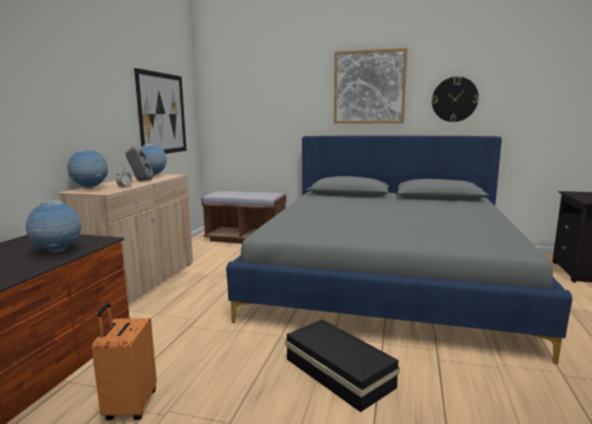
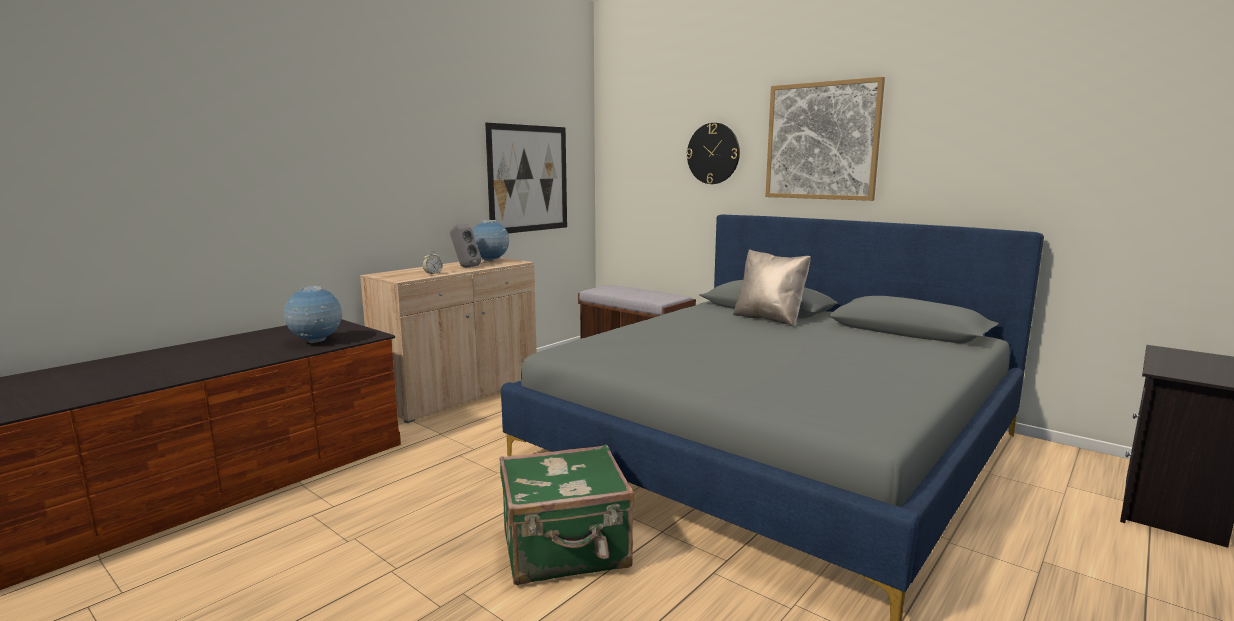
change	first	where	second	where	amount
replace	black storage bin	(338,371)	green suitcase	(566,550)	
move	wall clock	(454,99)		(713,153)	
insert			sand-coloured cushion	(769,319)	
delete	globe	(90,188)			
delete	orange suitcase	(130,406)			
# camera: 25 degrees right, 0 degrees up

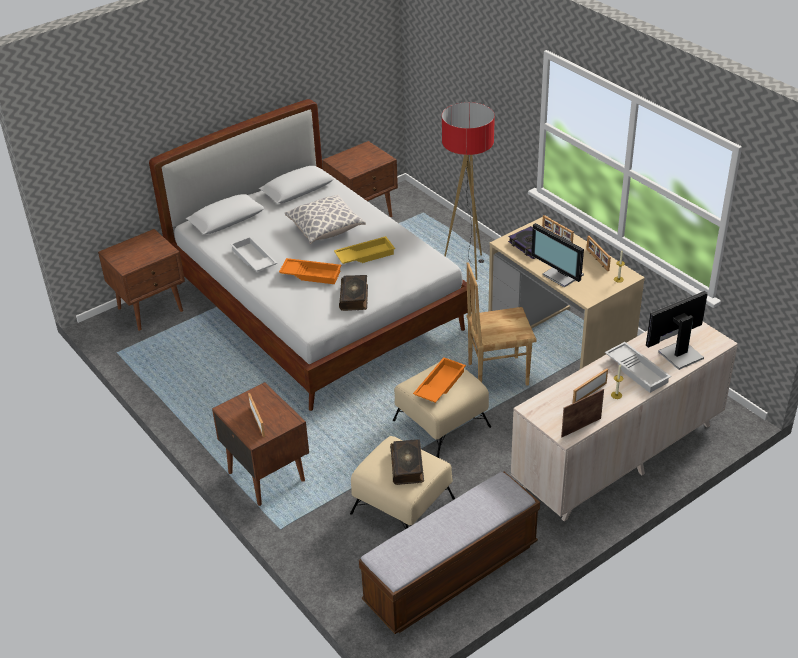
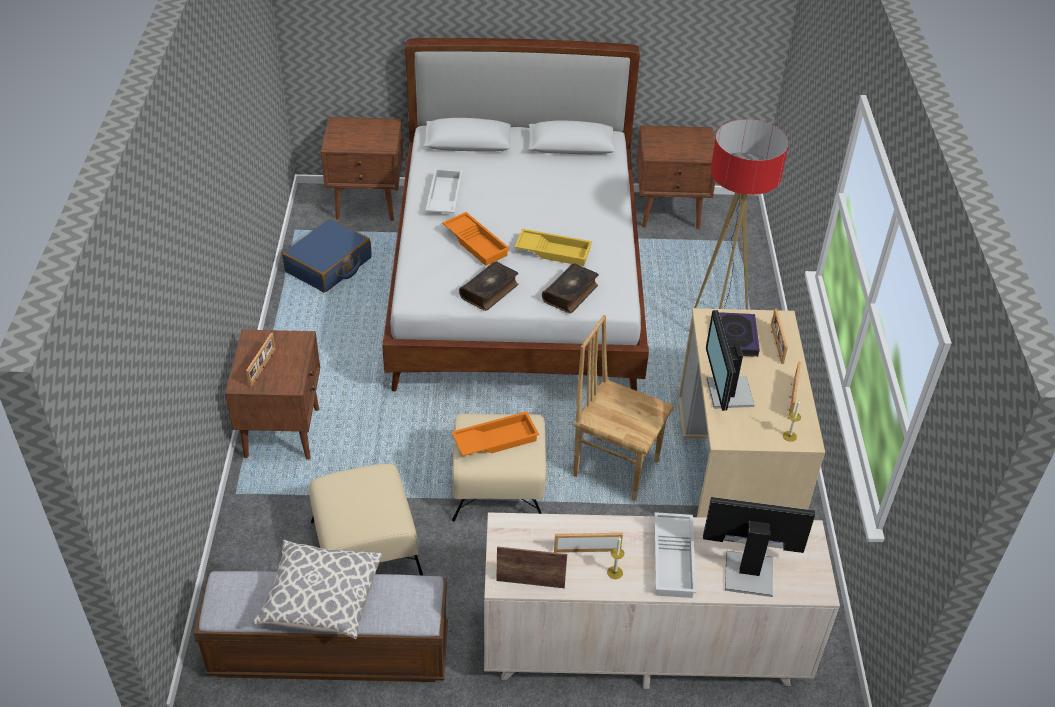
change	first	where	second	where	amount
move	cushion	(325,229)		(320,601)	
insert			blue suitcase	(329,265)	
move	book	(407,466)		(571,294)	
# camera: 35 degrees right, 5 degrees up

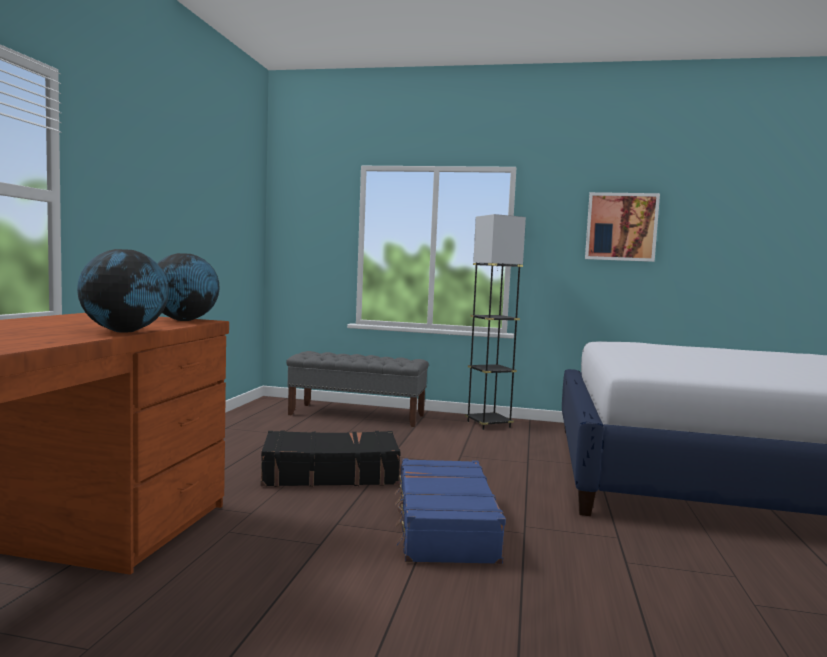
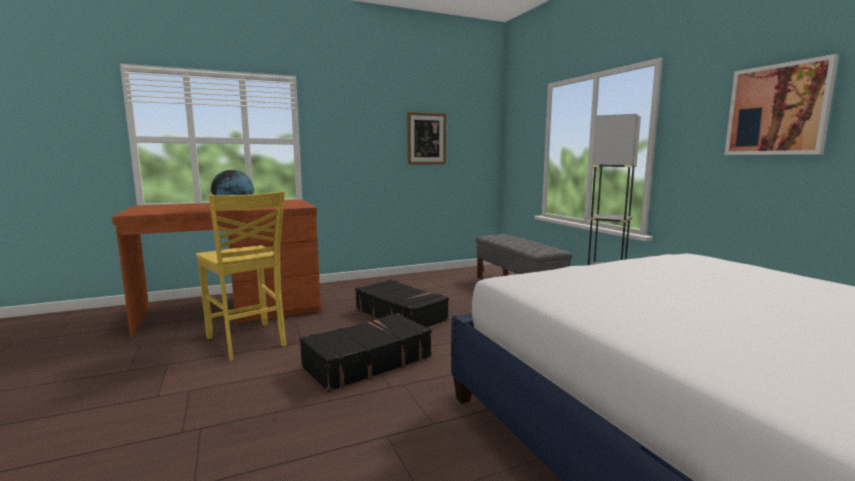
change	first	where	second	where	amount
insert			yellowish plain chair	(247,342)	
recolor	blue suitcase	(444,526)	black suitcase	(367,361)	
insert			wall art	(426,138)	
delete	globe	(184,320)			
# camera: 55 degrees right, 5 degrees up

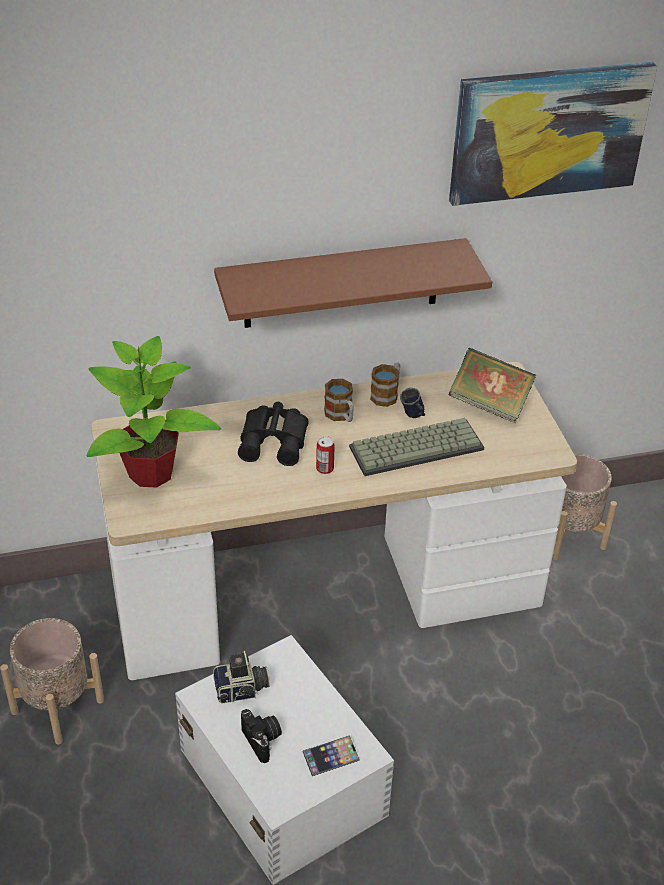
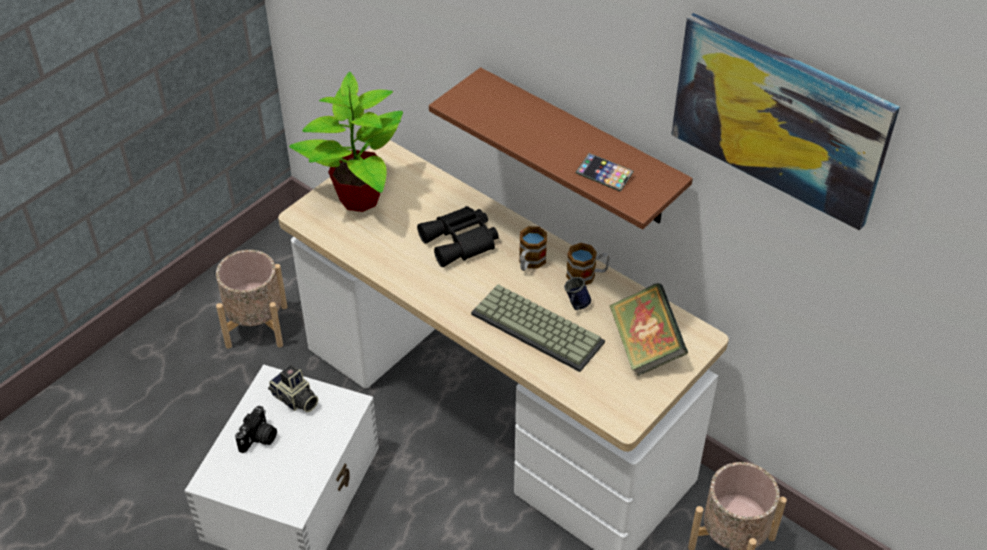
change	first	where	second	where	amount
move	phone	(331,758)		(604,175)	
delete	can	(325,469)			
# camera: 55 degrees right, 5 degrees up

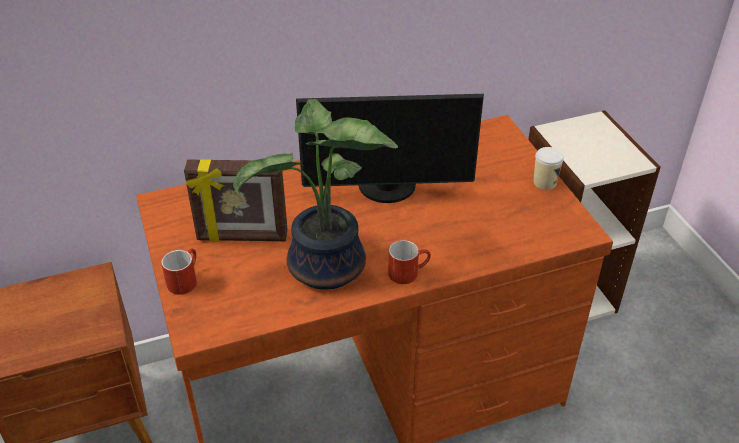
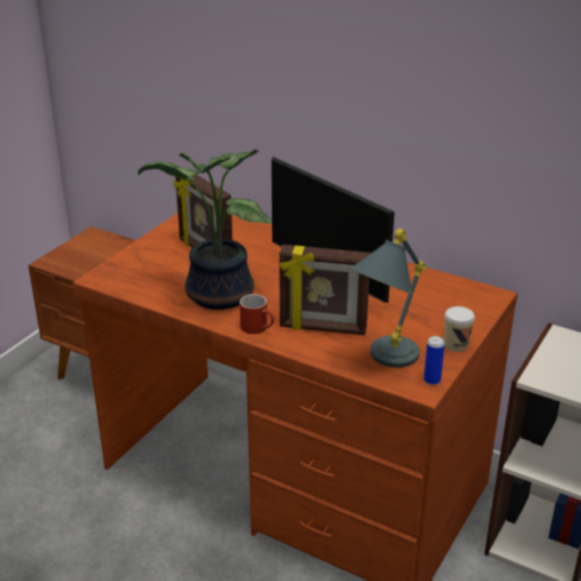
change	first	where	second	where	amount
insert			photo frame	(323,328)	
insert			gray table lamp	(383,361)	
insert			can	(432,380)	
delete	reddish coffee mug	(184,279)			
# camera: 50 degrees right, 10 degrees down

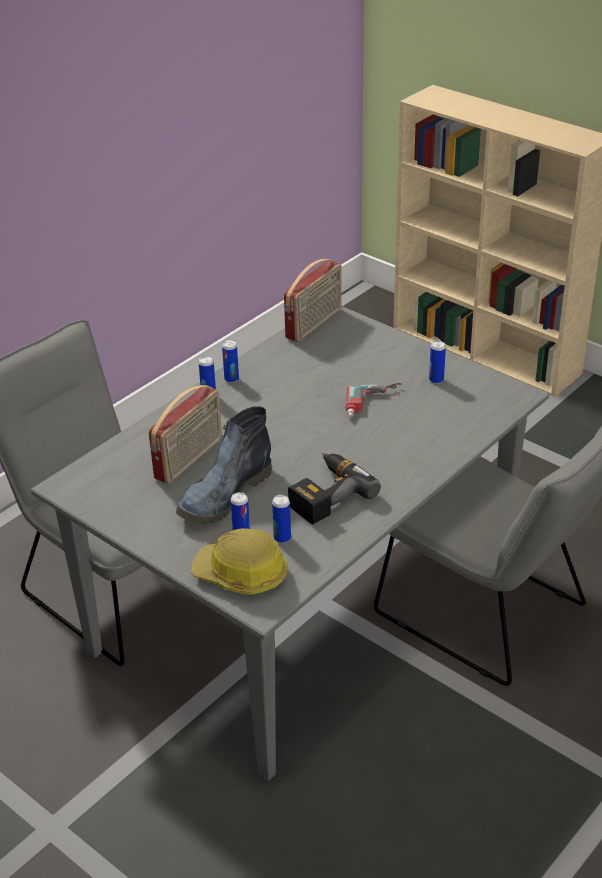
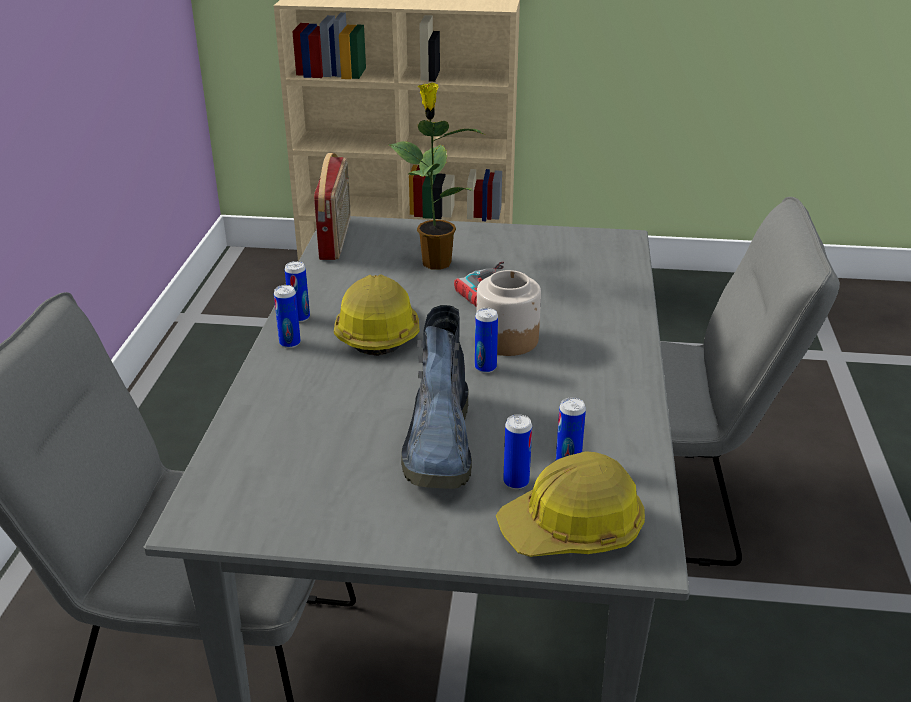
change	first	where	second	where	amount
insert			work helmet	(377,331)	
insert			houseplant	(435,262)	
move	can	(436,380)		(485,368)	
insert			storage jar	(507,339)	
delete	radio set	(190,459)			
delete	power drill	(325,494)			
# camera: 35 degrees left, 5 degrees down

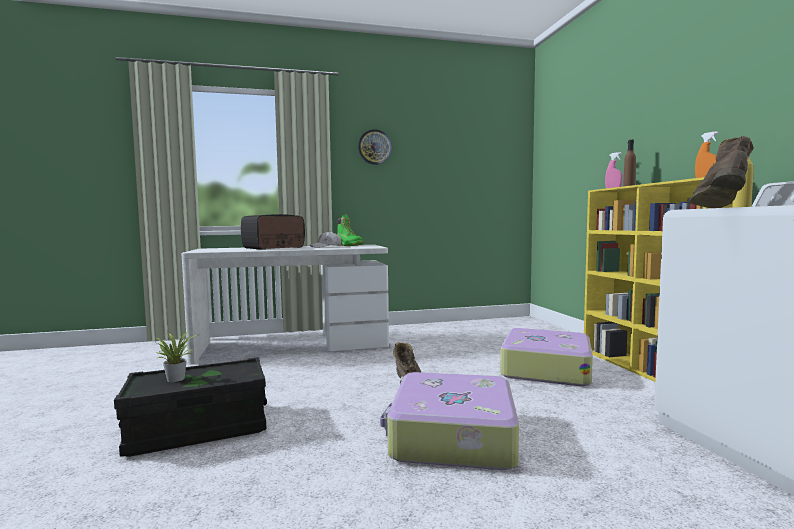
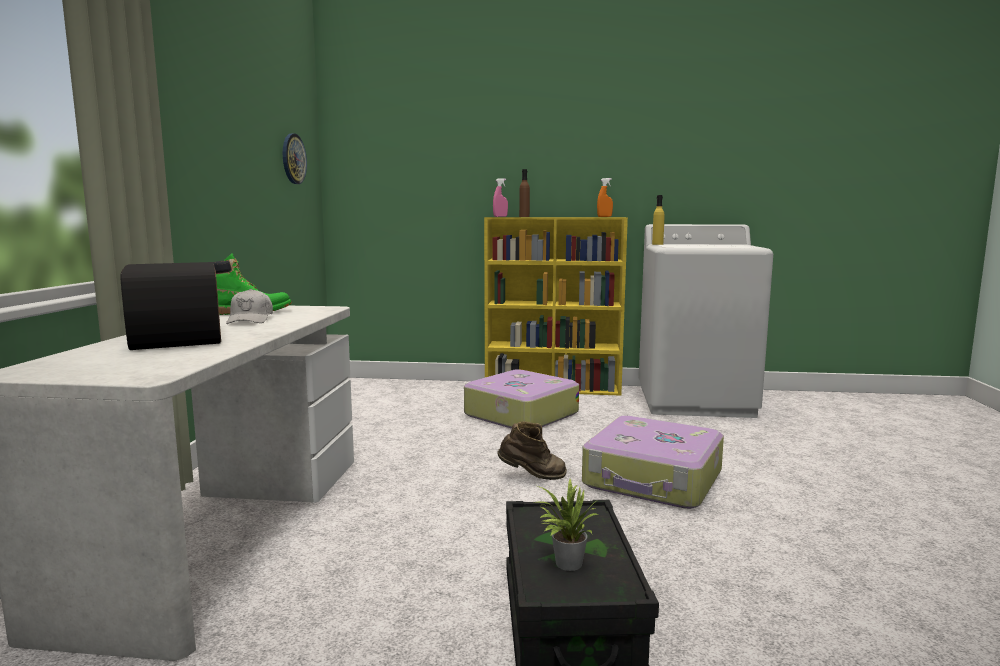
change	first	where	second	where	amount
move	wall clock	(374,147)		(293,159)	
delete	brownish boot	(718,207)			
# camera: 70 degrees left, 5 degrees up

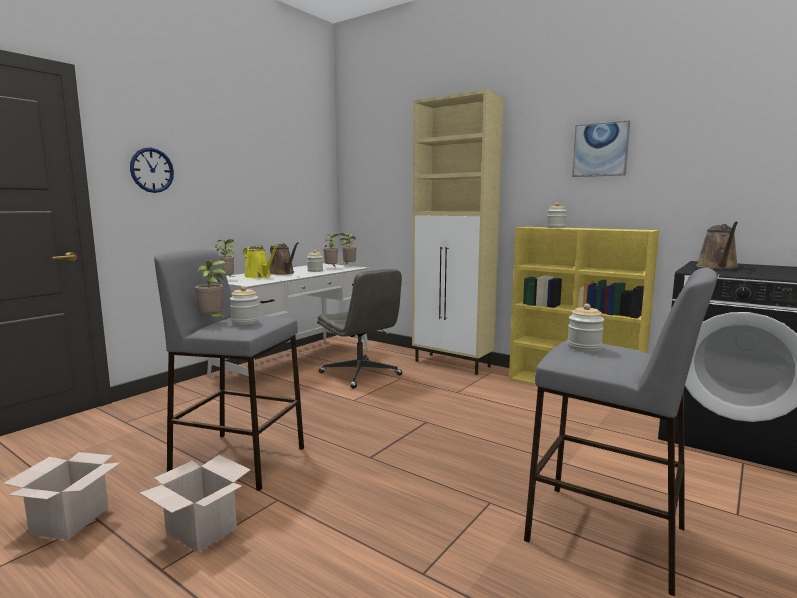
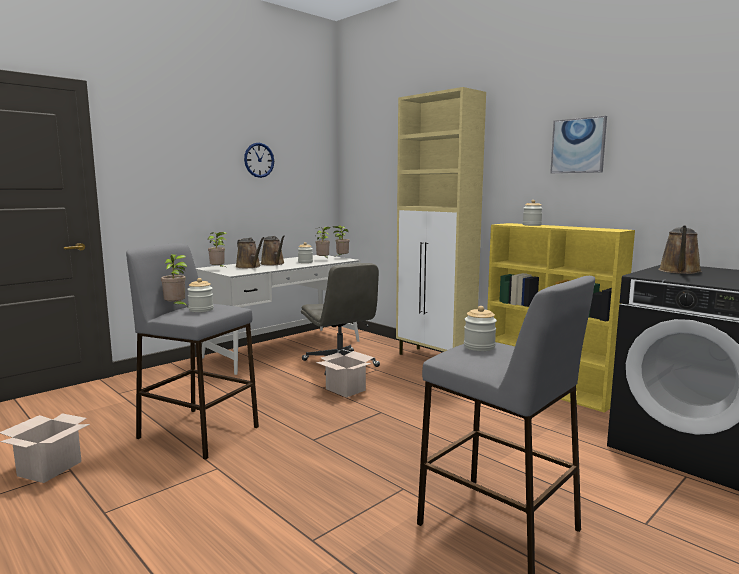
change	first	where	second	where	amount
recolor	yellowish watering can	(259,276)	brownish watering can	(249,266)	
move	wall clock	(152,170)		(259,160)	
move	packing box	(199,530)		(344,389)	
# camera: 10 degrees right, 0 degrees up

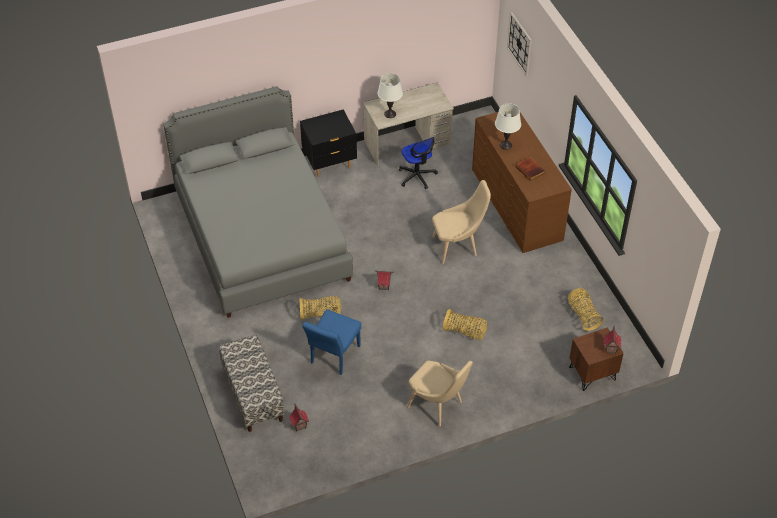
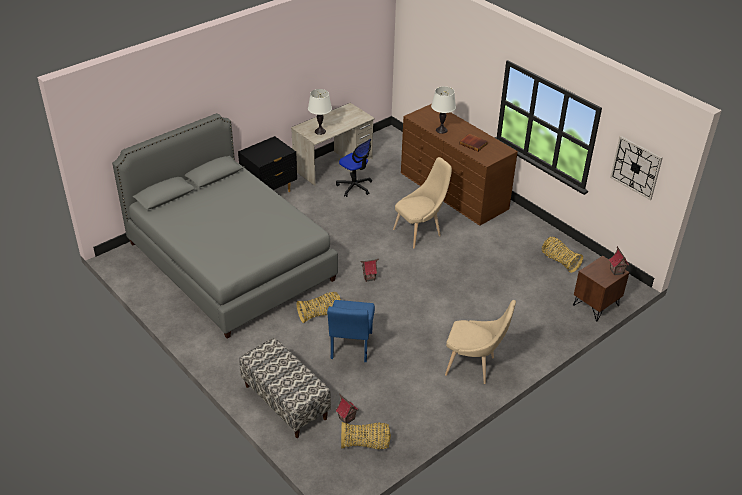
change	first	where	second	where	amount
move	basket	(465,332)		(365,444)	
move	wall clock	(520,43)		(636,167)	
# camera: 20 degrees left, 10 degrees down

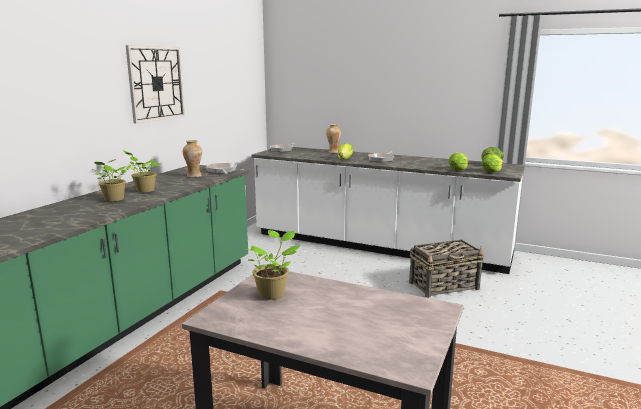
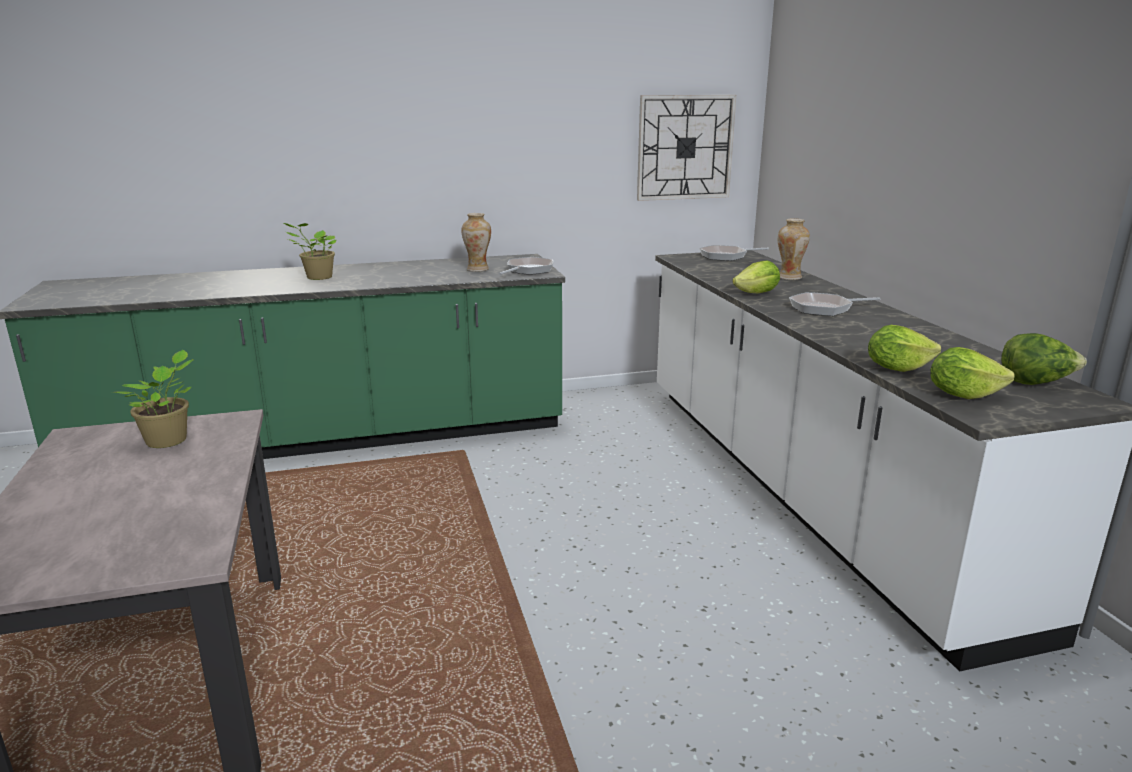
change	first	where	second	where	amount
move	wall clock	(156,83)		(685,147)	
delete	houseplant	(144,190)			
delete	basket	(444,286)			
# camera: 50 degrees right, 5 degrees up

